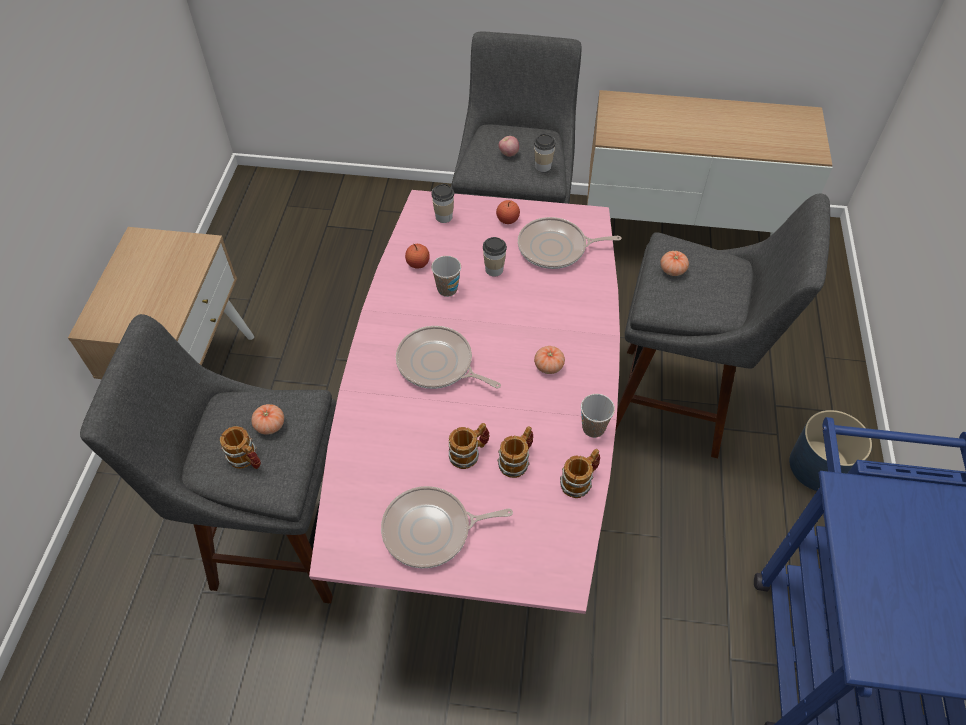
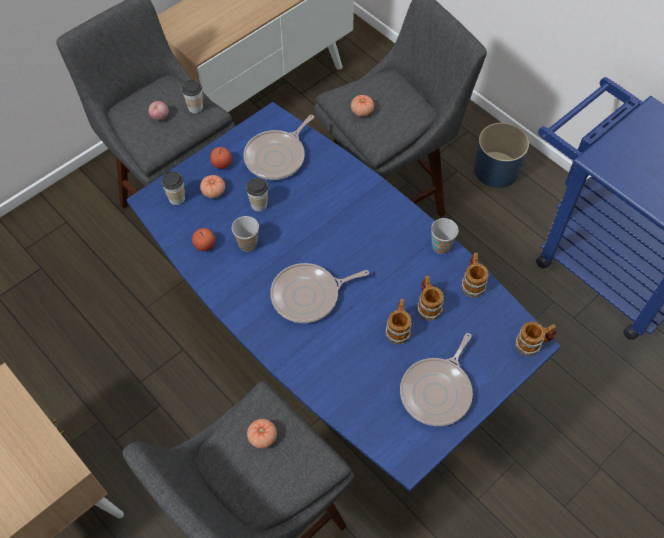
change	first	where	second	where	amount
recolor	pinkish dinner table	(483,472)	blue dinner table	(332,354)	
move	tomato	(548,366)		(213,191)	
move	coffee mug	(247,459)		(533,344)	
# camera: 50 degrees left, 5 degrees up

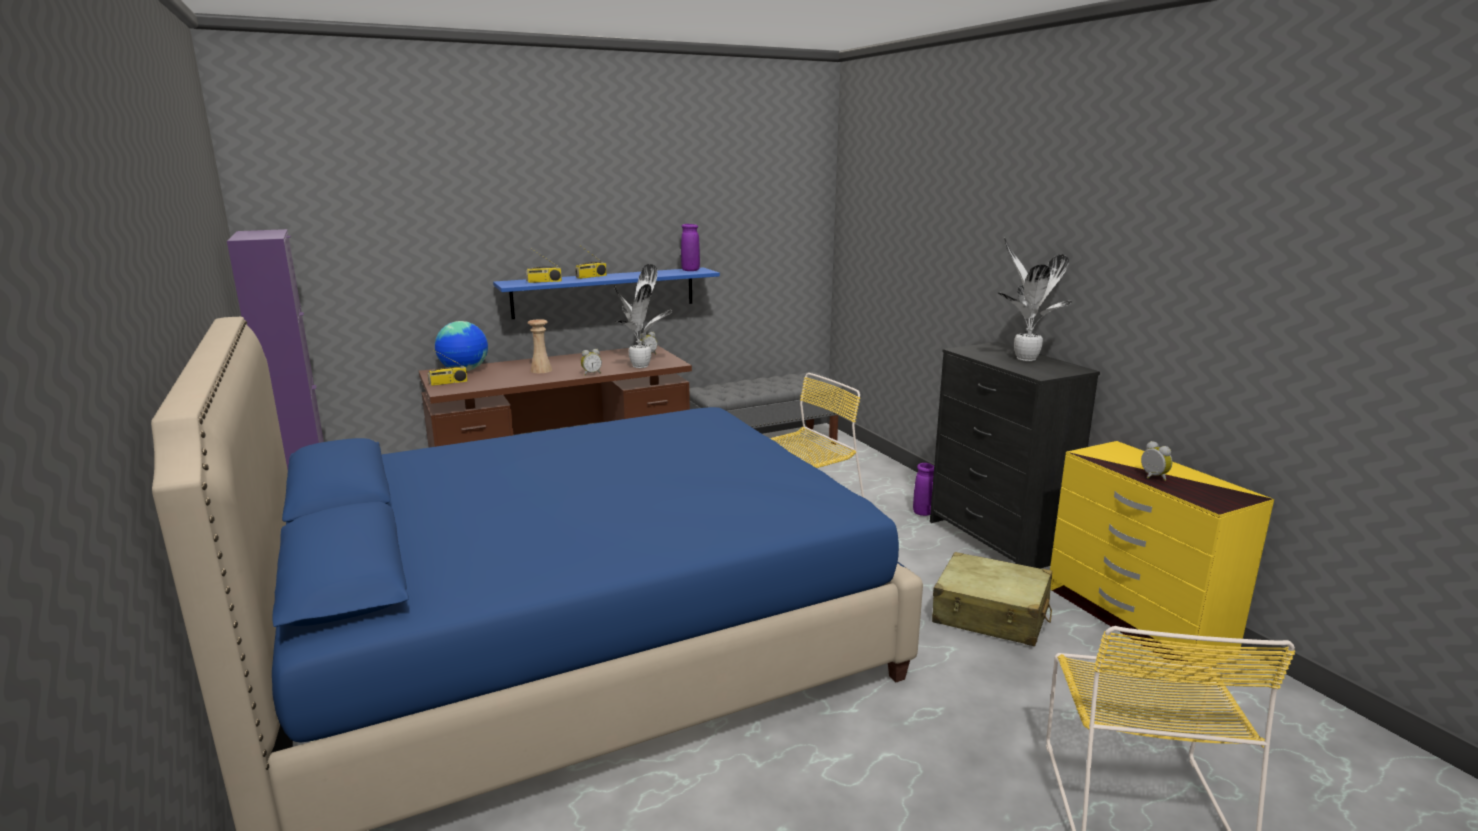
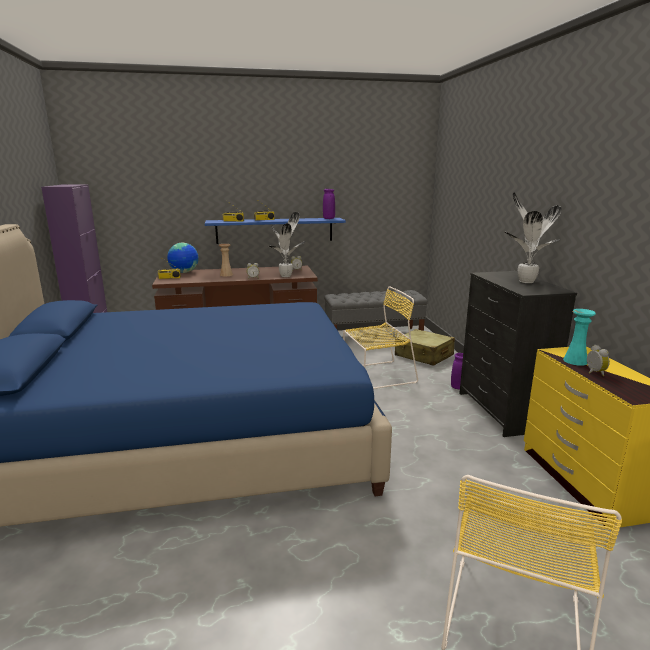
change	first	where	second	where	amount
move	sand-coloured suitcase	(991,615)		(424,355)	
insert			blue-green decorative vase	(575,361)	
# camera: 15 degrees right, 0 degrees up

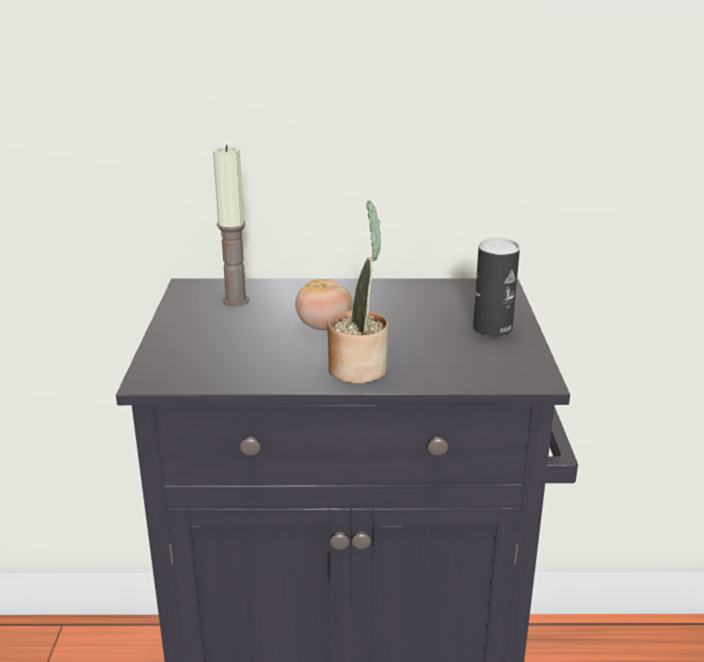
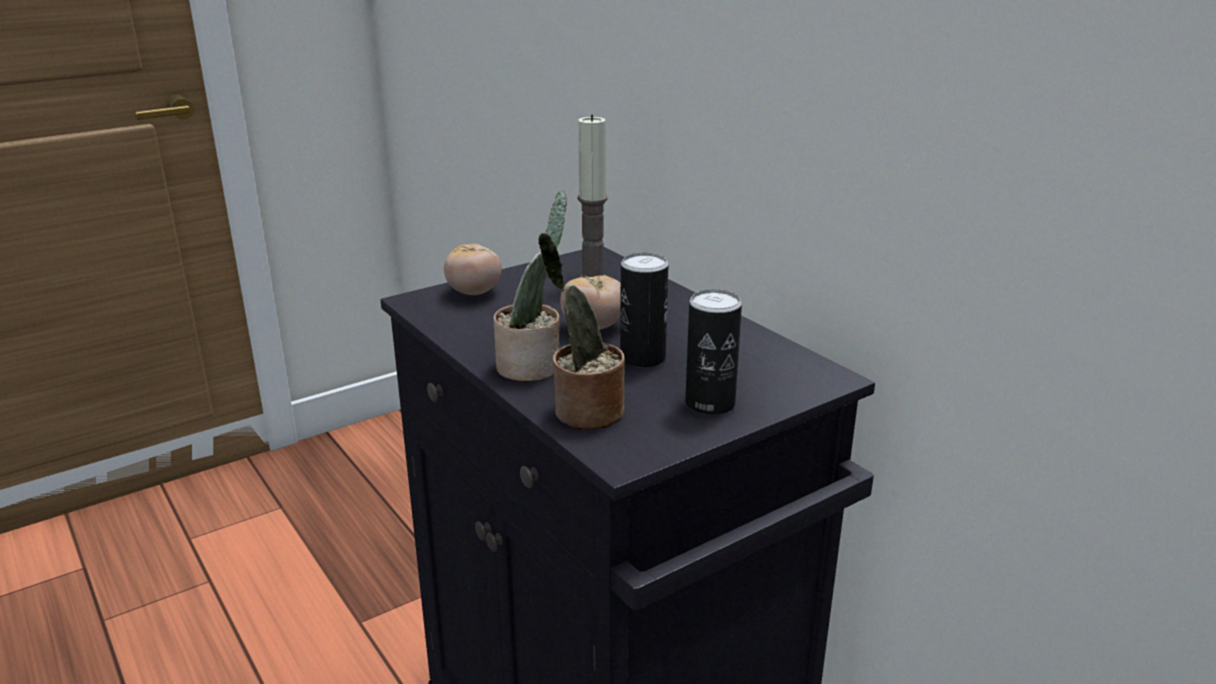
change	first	where	second	where	amount
insert			tomato	(474,292)	
insert			houseplant	(584,412)	
insert			can	(642,358)	
# camera: 55 degrees right, 0 degrees up

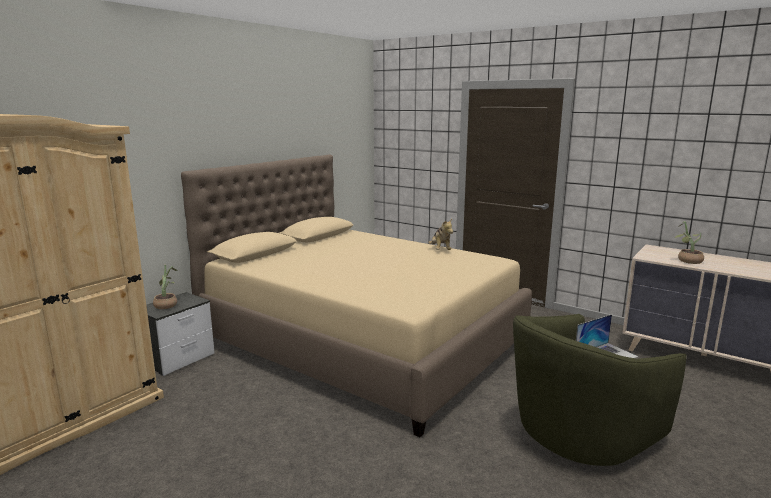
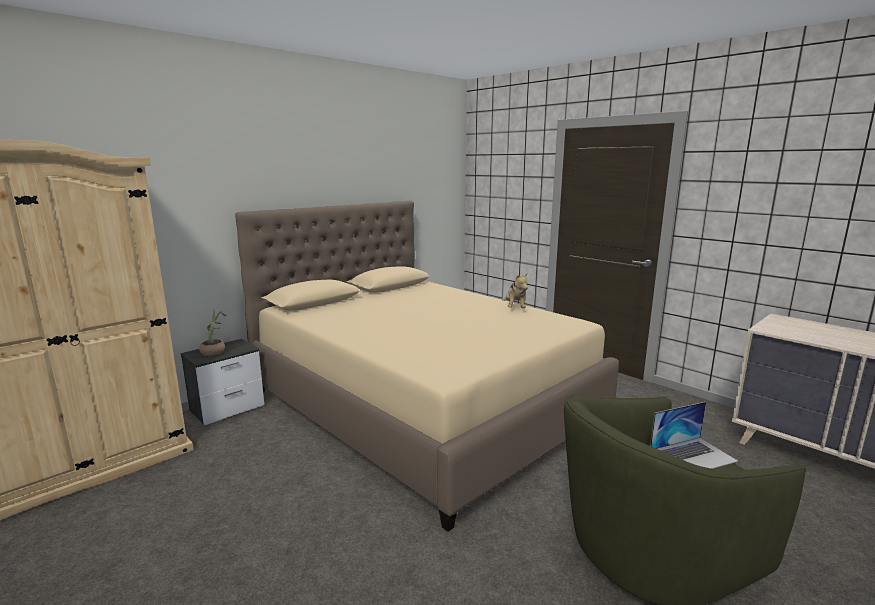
change	first	where	second	where	amount
delete	houseplant	(686,260)			
# camera: 10 degrees right, 0 degrees up

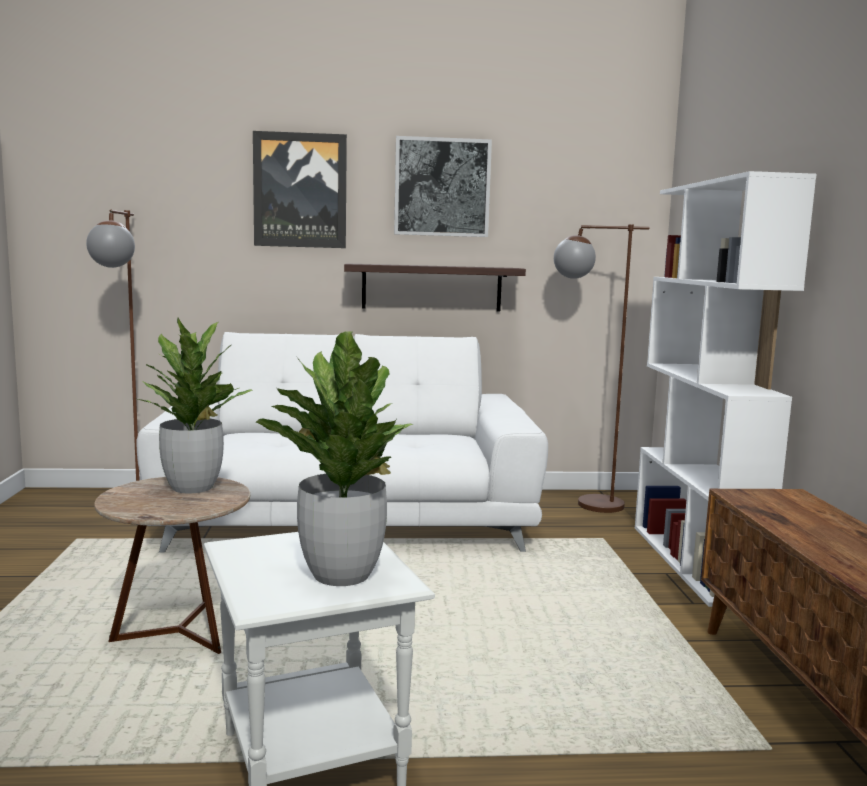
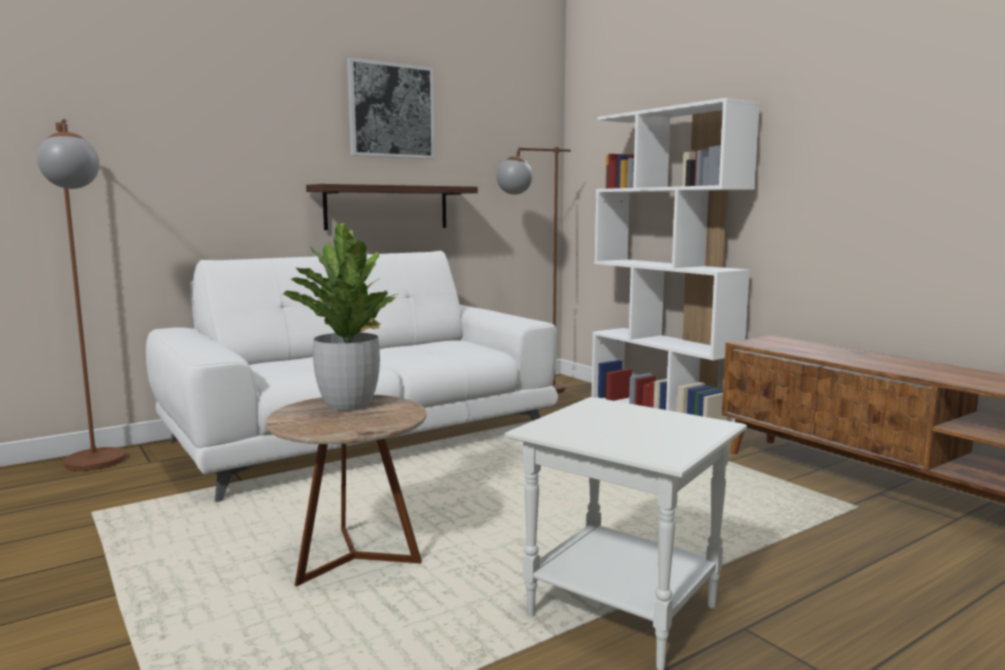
change	first	where	second	where	amount
delete	wall art	(300,190)			
delete	houseplant	(341,574)			
# camera: 30 degrees left, 0 degrees up

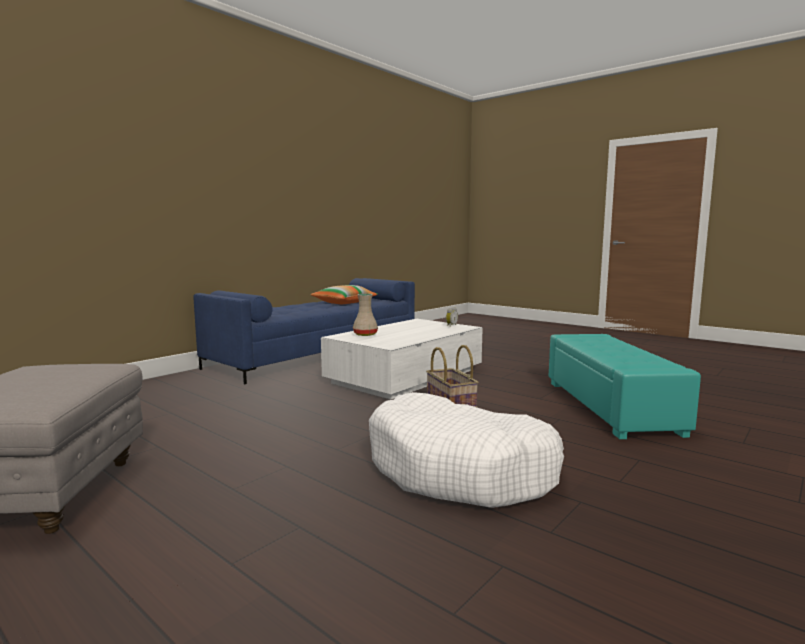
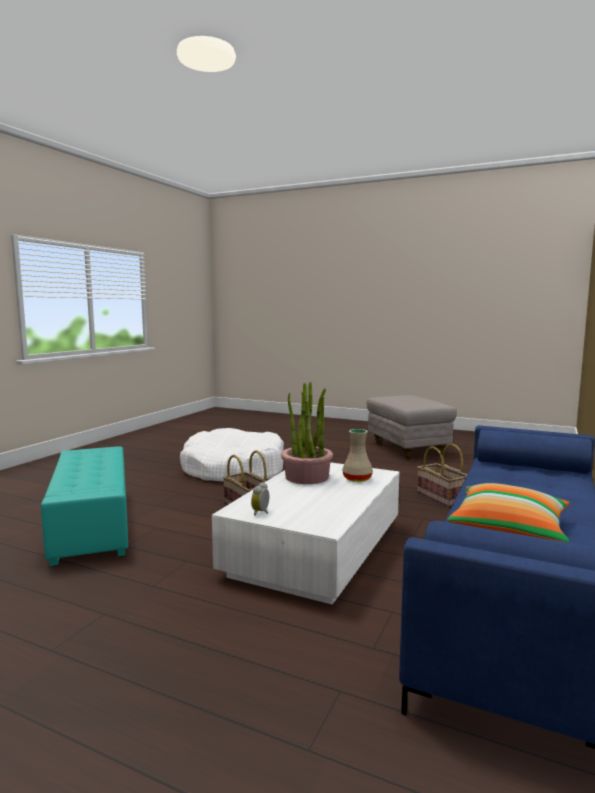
change	first	where	second	where	amount
insert			houseplant	(307,477)	
insert			basket	(442,497)	
# camera: 165 degrees right, 0 degrees up

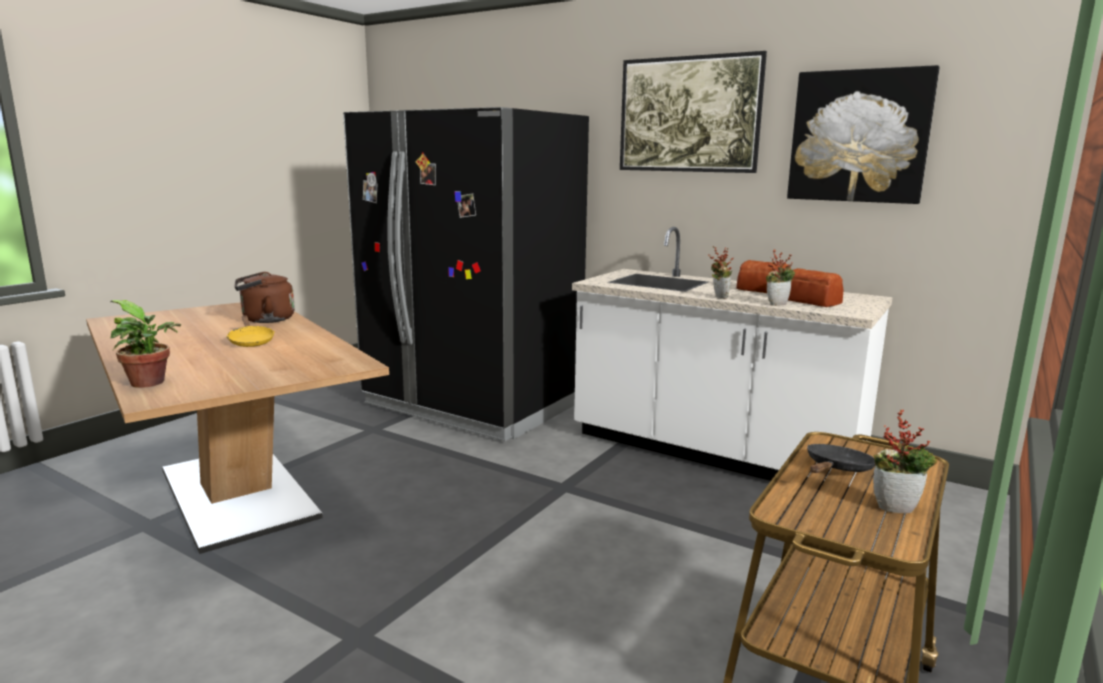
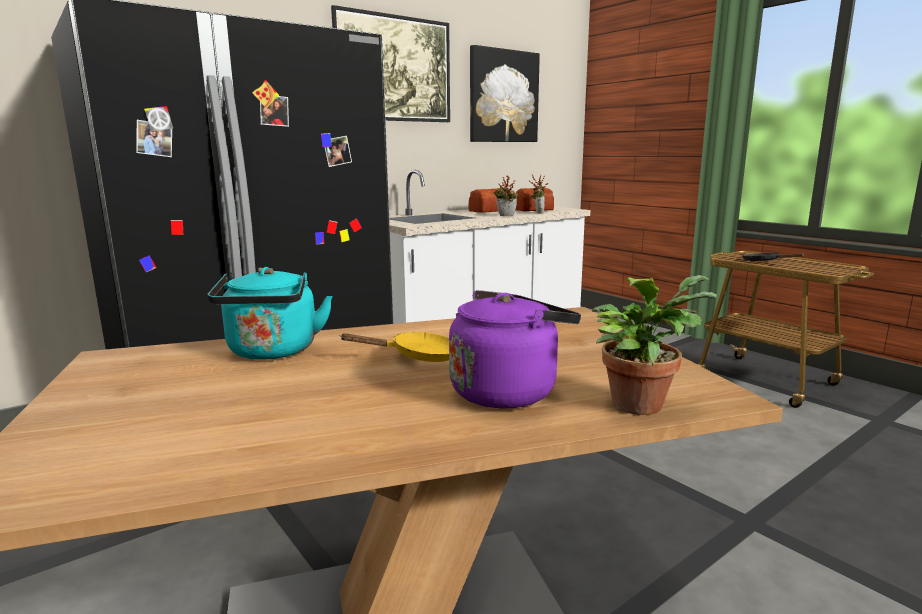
change	first	where	second	where	amount
recolor	brownish kettle	(265,320)	blue-green kettle	(272,352)	
insert			purplish kettle	(507,391)	
delete	houseplant	(896,507)			
# camera: 70 degrees left, 0 degrees up

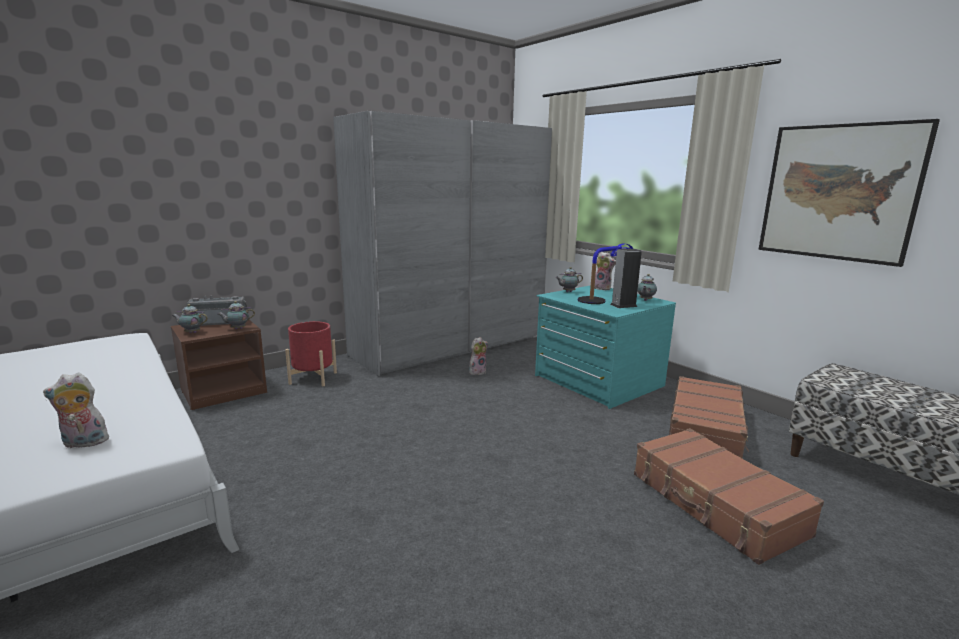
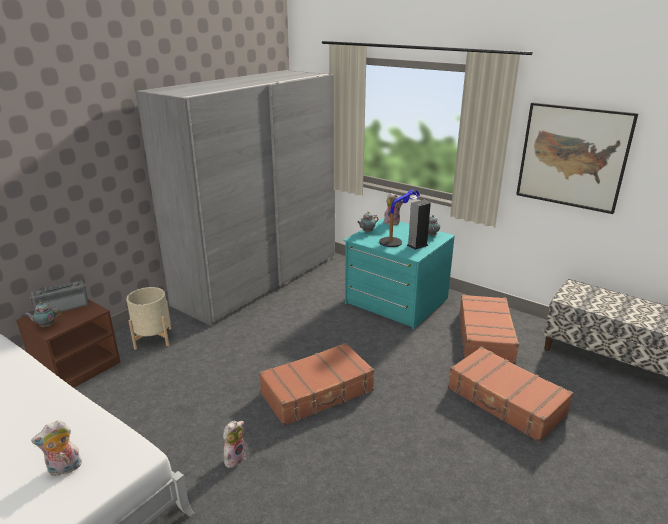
change	first	where	second	where	amount
recolor	reddish plant pot	(313,378)	sand-coloured plant pot	(153,338)	
move	plush toy	(477,371)		(234,458)	
insert			brownish suitcase	(317,392)	
delete	pot for tea	(237,329)			
# camera: 15 degrees left, 10 degrees up

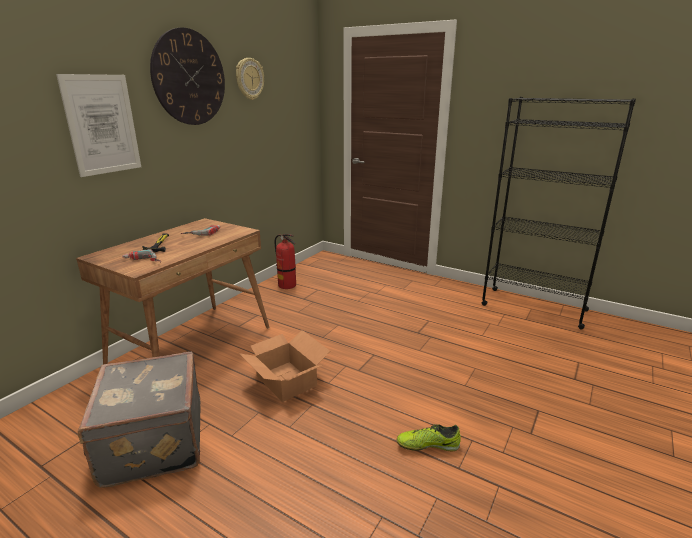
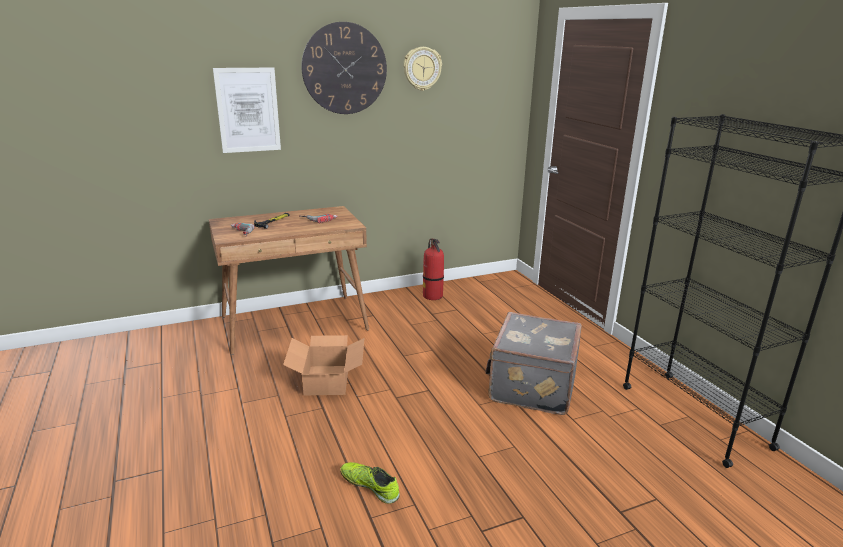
change	first	where	second	where	amount
move	gray suitcase	(151,443)		(530,386)	
# camera: 35 degrees right, 0 degrees up

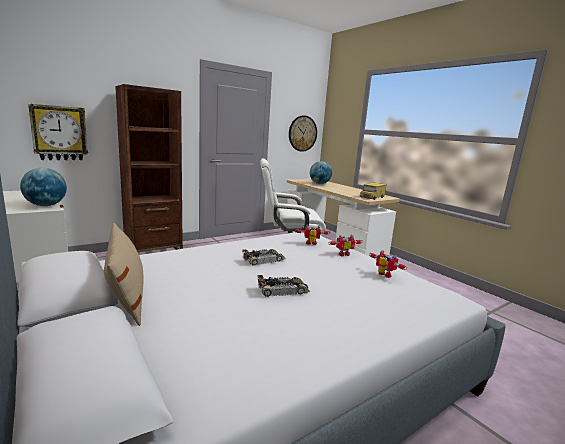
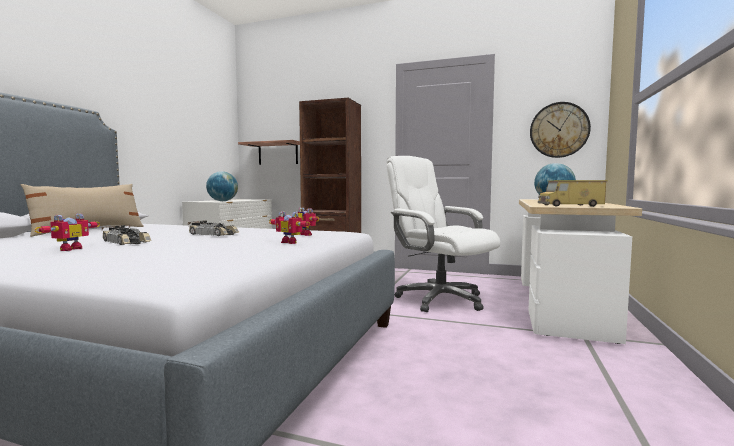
change	first	where	second	where	amount
move	toy robot	(383,275)		(68,249)	
replace	wall clock	(59,133)	bracket shelf	(278,154)	
# camera: 55 degrees right, 10 degrees down

